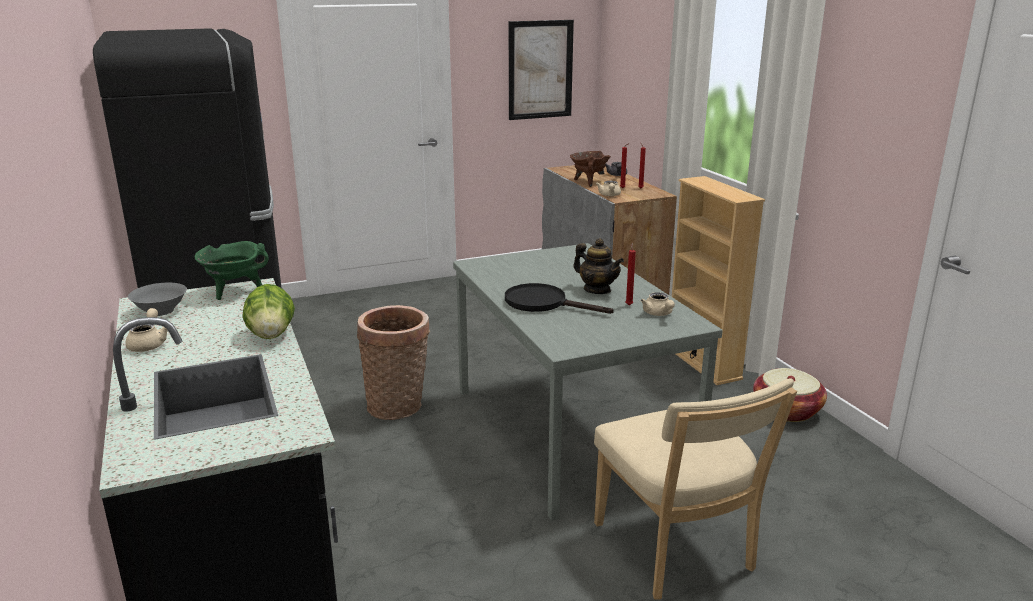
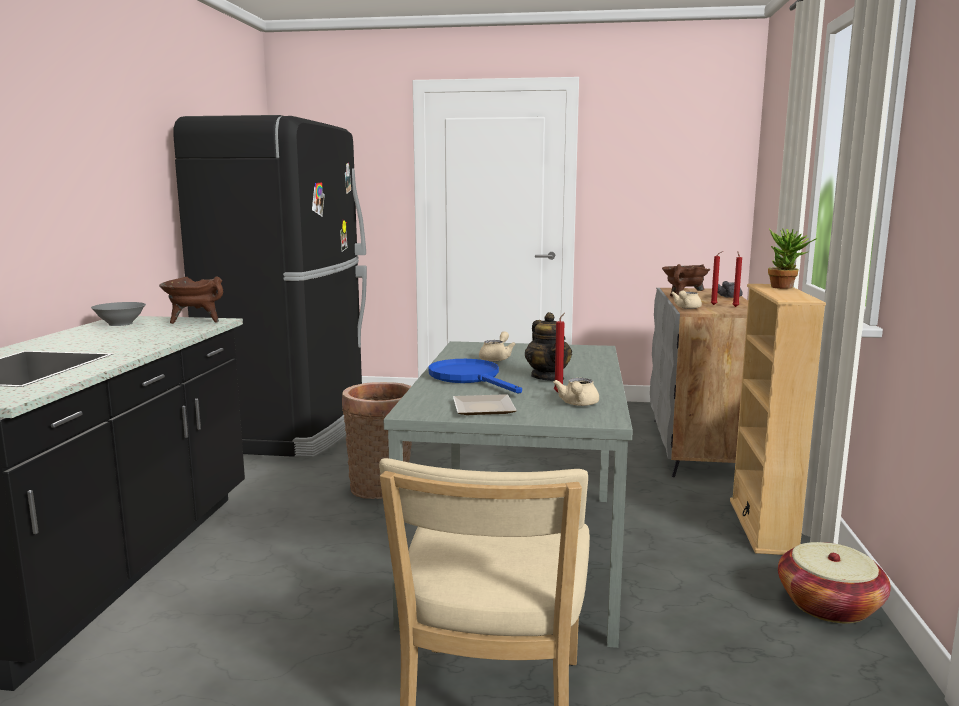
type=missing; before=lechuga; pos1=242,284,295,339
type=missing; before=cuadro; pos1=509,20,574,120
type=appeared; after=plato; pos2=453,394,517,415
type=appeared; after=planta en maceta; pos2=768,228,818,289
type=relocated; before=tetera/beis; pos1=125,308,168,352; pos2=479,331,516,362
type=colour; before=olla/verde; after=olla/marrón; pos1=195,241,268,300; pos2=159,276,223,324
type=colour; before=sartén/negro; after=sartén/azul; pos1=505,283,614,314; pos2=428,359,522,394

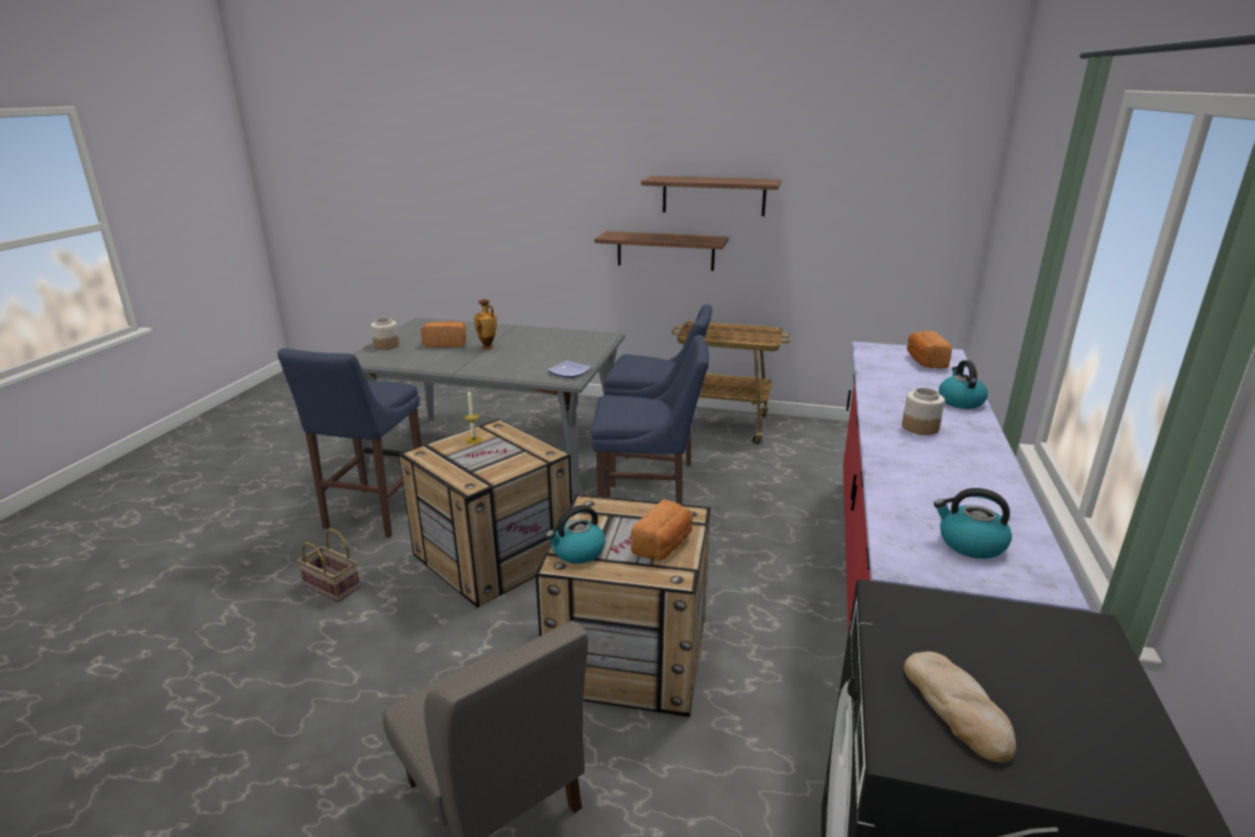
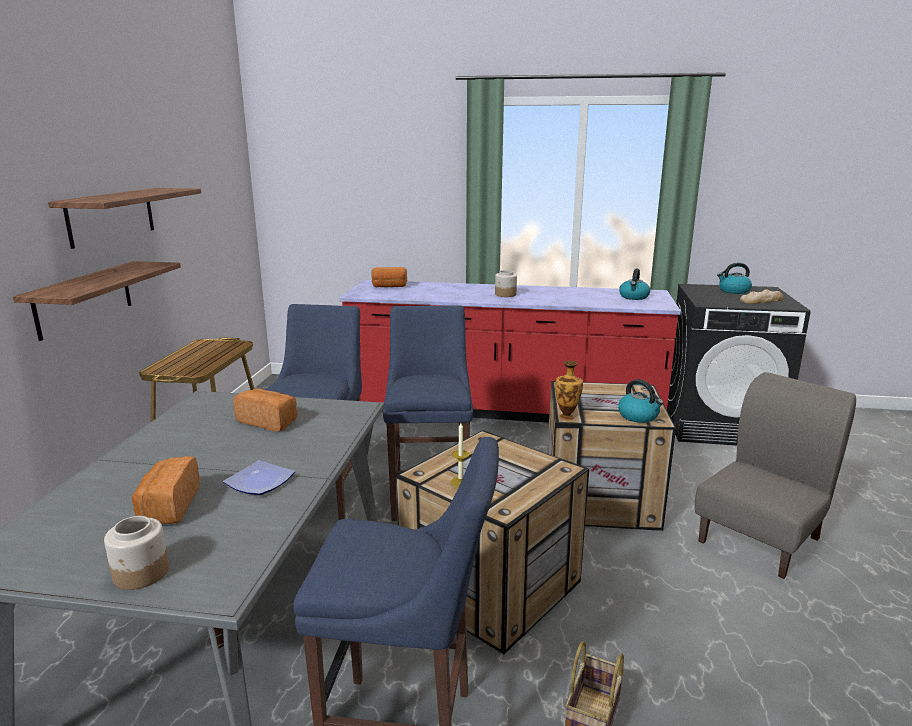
type=relocated; before=florero; pos1=474,299,497,349; pos2=555,361,583,420
type=relocated; before=plato; pos1=547,360,592,377; pos2=223,460,295,495
type=relocated; before=pan; pos1=631,499,693,560; pos2=233,388,298,431
type=relocated; before=hervidor; pos1=939,360,988,409; pos2=717,263,752,294

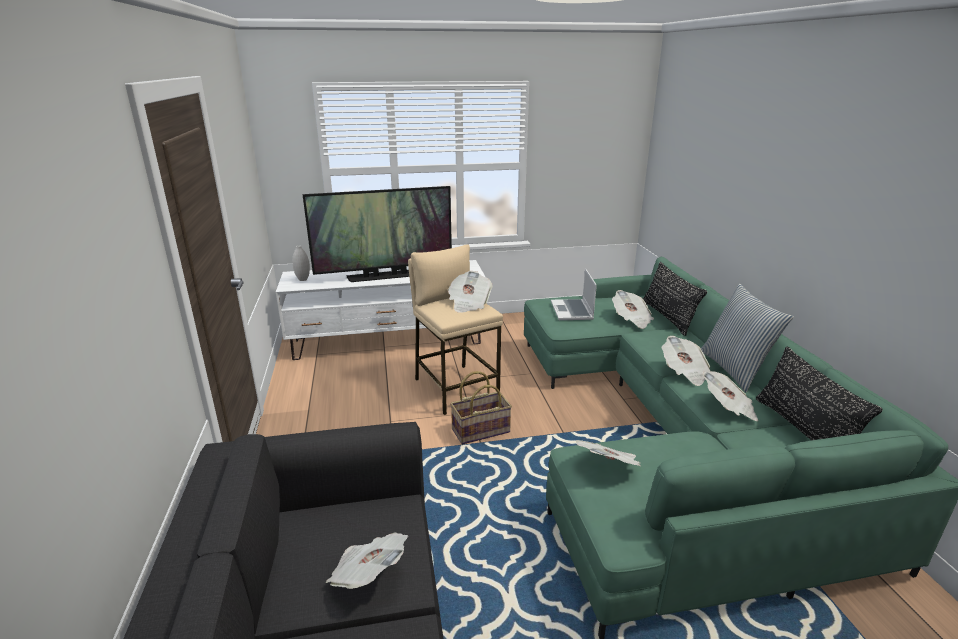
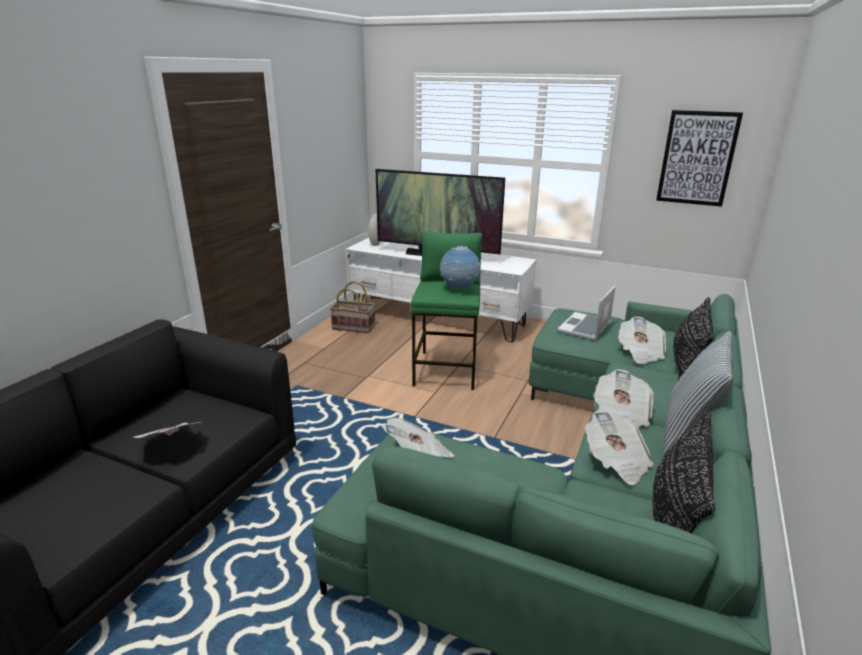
type=appeared; after=cuadro; pos2=656,110,743,207
type=relocated; before=cesta; pos1=450,371,512,445; pos2=330,281,375,333
type=exchanged; before=periódico; after=globo terráqueo; pos1=448,271,493,313; pos2=440,246,481,289
type=colour; before=taburete/beis; after=taburete/verde; pos1=408,244,503,415; pos2=411,230,482,390

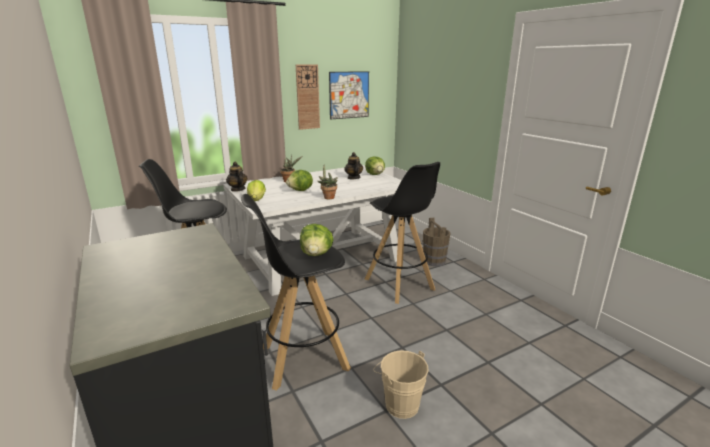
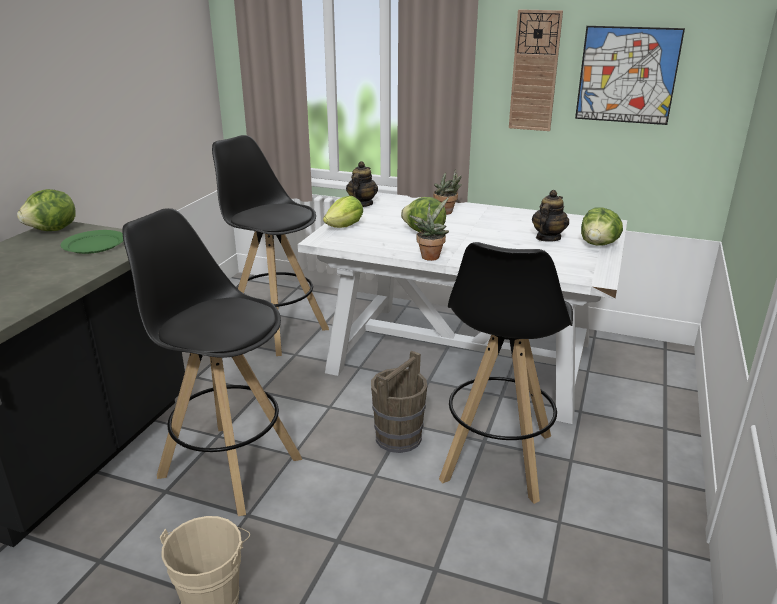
type=appeared; after=plato/verde; pos2=60,230,123,254
type=relocated; before=lechuga; pos1=300,224,334,256; pos2=17,189,76,231
type=relocated; before=cubo/marrón; pos1=423,218,451,266; pos2=371,351,427,453

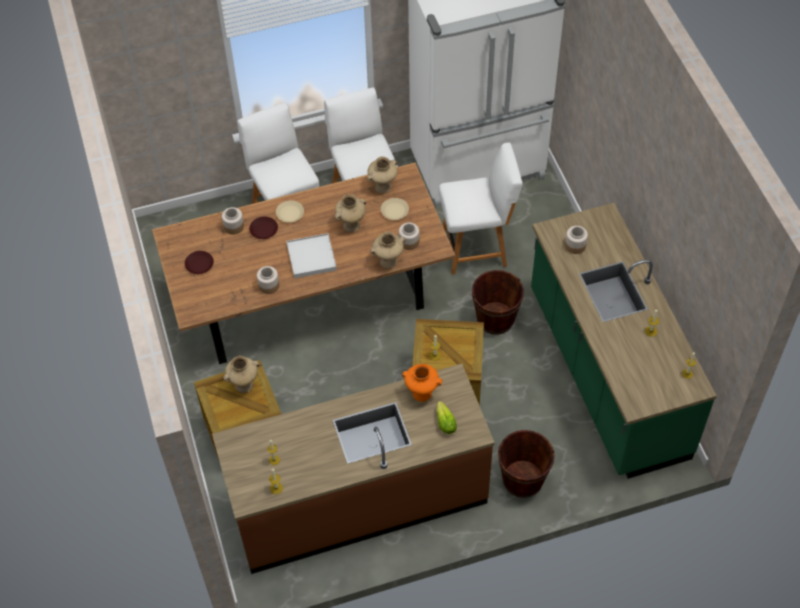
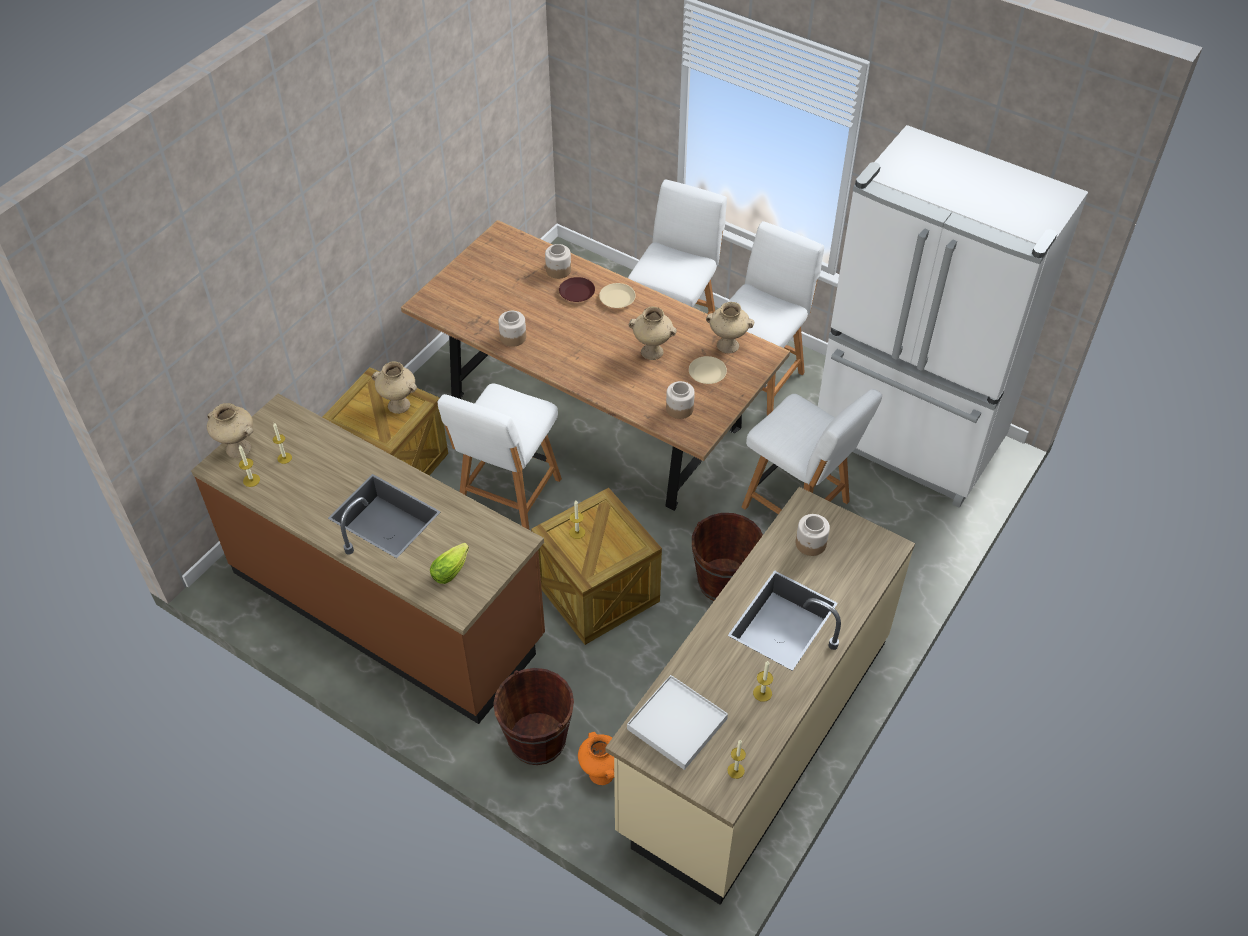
type=missing; before=plato/marrón; pos1=185,251,214,274
type=appeared; after=silla/blanco; pos2=438,384,562,530
type=relocated; before=bandeja/blanco; pos1=286,233,337,278; pos2=627,675,728,770
type=relocated; before=florero/beis; pos1=370,232,406,269; pos2=207,403,254,458
type=relocated; before=florero/naranja; pos1=402,364,443,402; pos2=578,732,614,785
type=colour; before=mueble bajo de cocina/verde; after=mueble bajo de cocina/beis; pos1=531,203,717,479; pos2=605,487,915,905

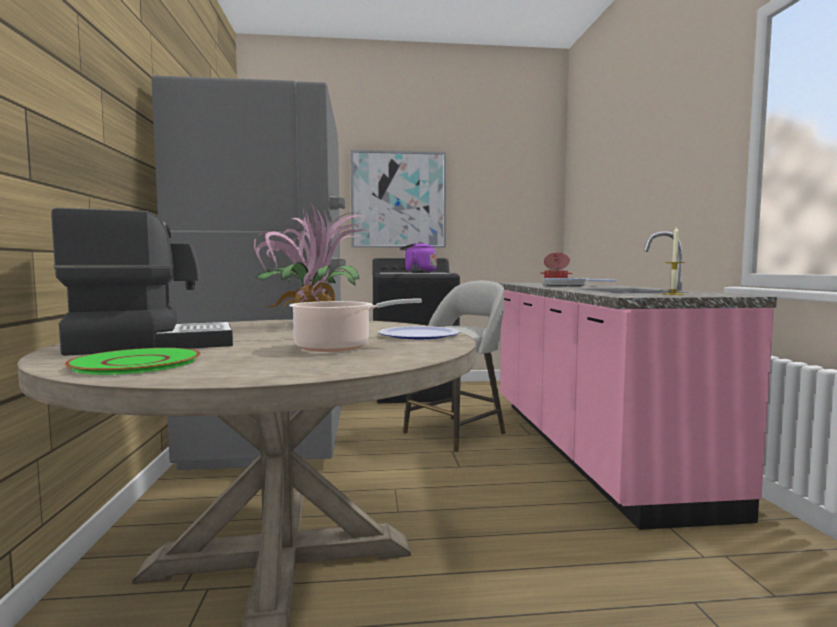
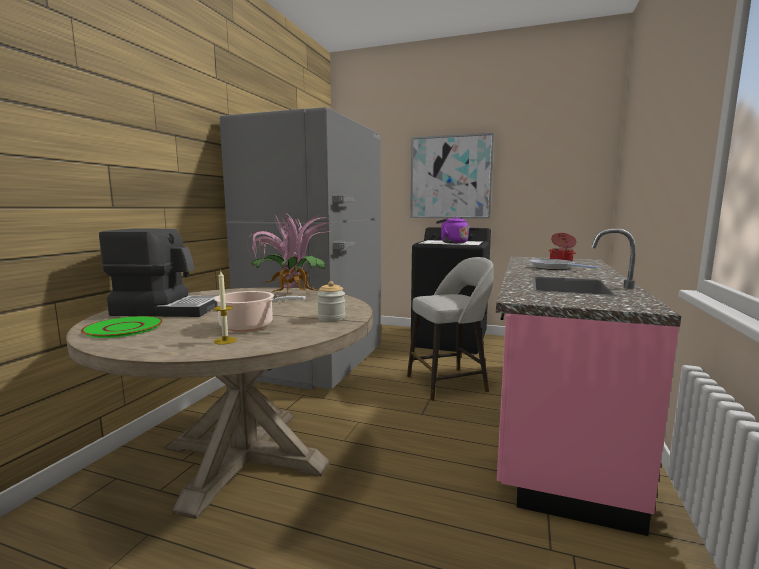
type=relocated; before=vela; pos1=662,226,685,295; pos2=213,271,237,345
type=exchanged; before=plato; after=tarro; pos1=378,326,460,339; pos2=317,281,345,321

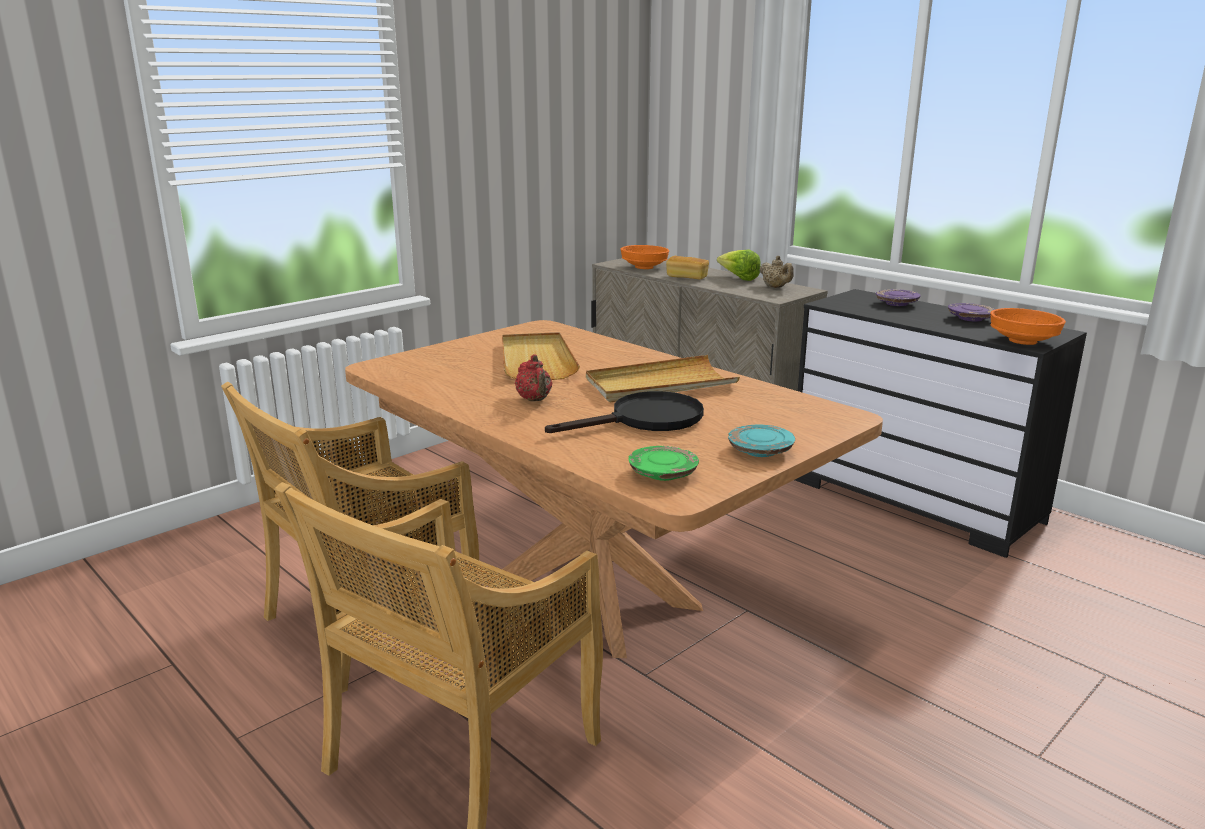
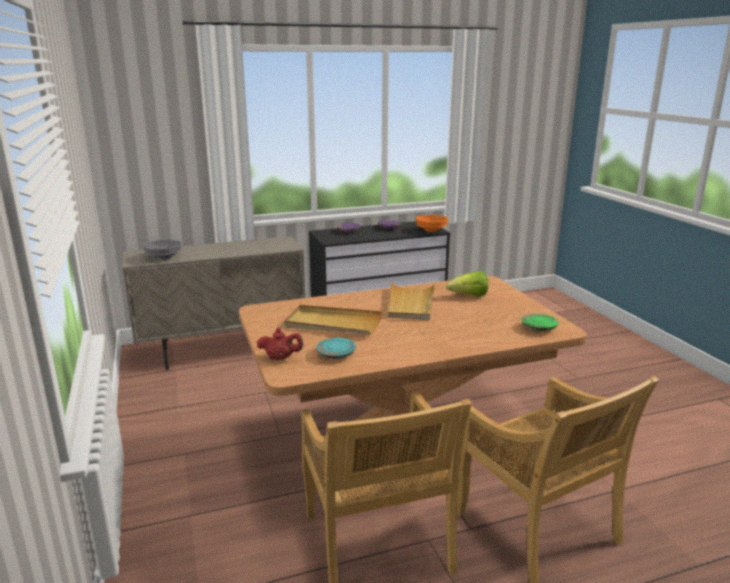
type=missing; before=sartén/negro; pos1=545,391,704,433
type=missing; before=pan; pos1=666,256,709,279
type=missing; before=tetera/beis; pos1=759,256,794,288
type=relocated; before=tetera/rojo; pos1=515,354,552,401; pos2=257,328,304,360
type=relocated; before=lechuga; pos1=717,250,761,281; pos2=446,271,489,296
type=relocated; before=plato/turquesa; pos1=728,424,795,457; pos2=316,338,356,359
type=colour; before=cuenco/naranja; after=cuenco/gris; pos1=621,245,669,269; pos2=143,239,182,260

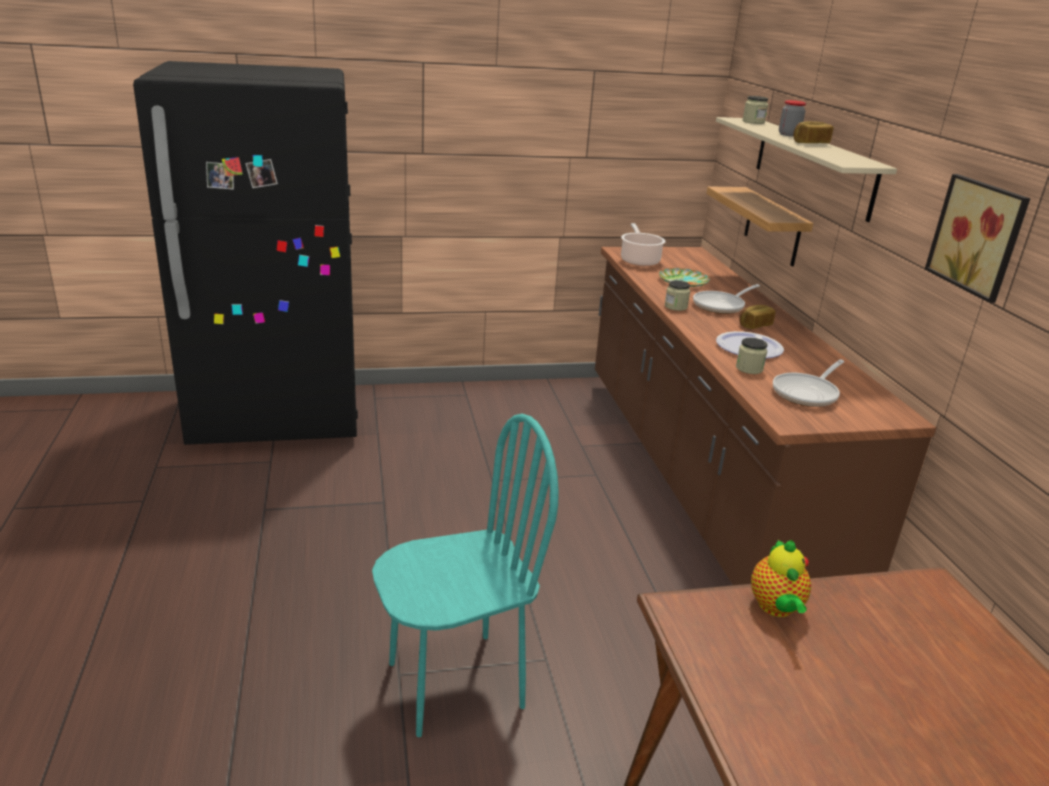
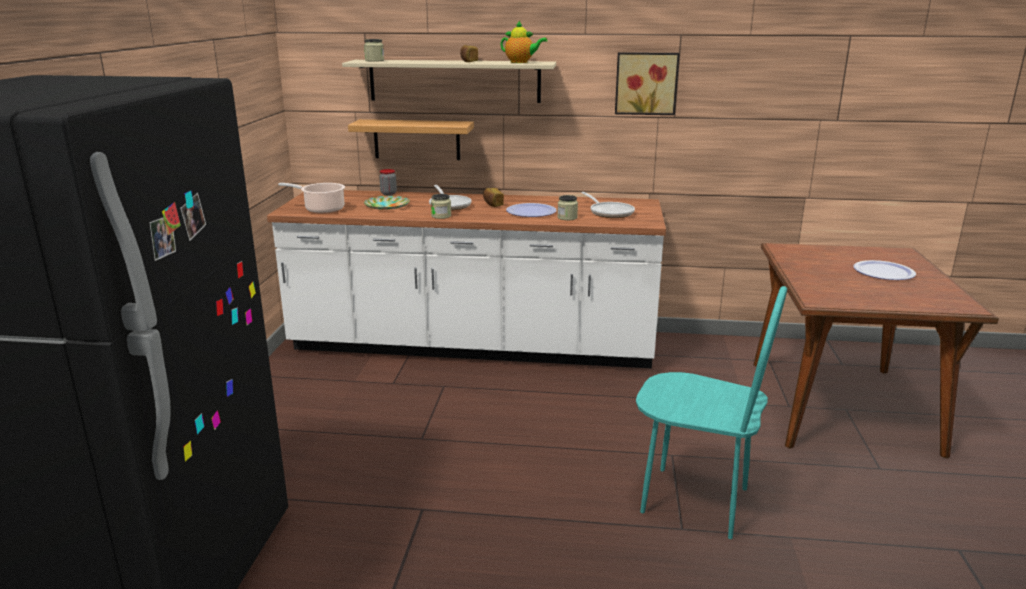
type=appeared; after=plato; pos2=853,260,916,280
type=relocated; before=tetera; pos1=751,540,811,617; pos2=500,21,548,63
type=relocated; before=tarro; pos1=779,100,806,137; pos2=379,169,397,195
type=colour; before=mueble bajo de cocina/marrón; after=mueble bajo de cocina/blanco; pos1=595,247,936,585; pos2=267,190,666,369
type=spun; before=silla/turquesa; pos1=372,414,559,737; pos2=636,286,787,539; turn=120

